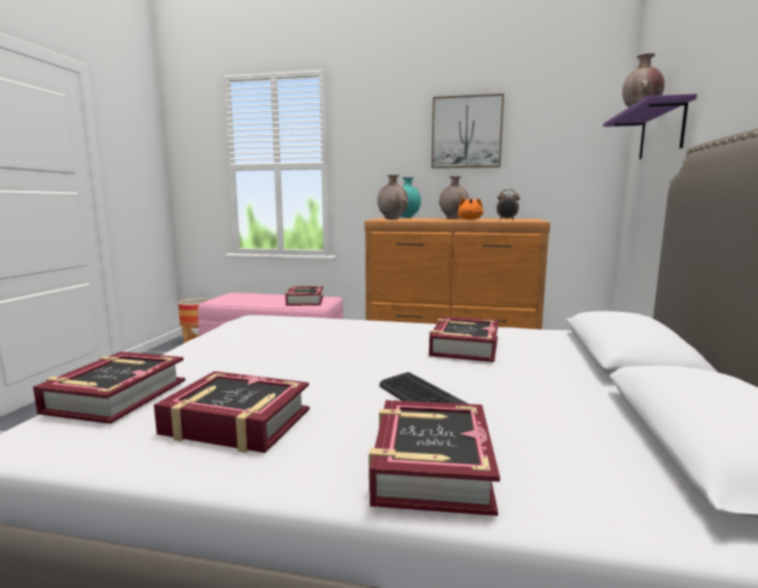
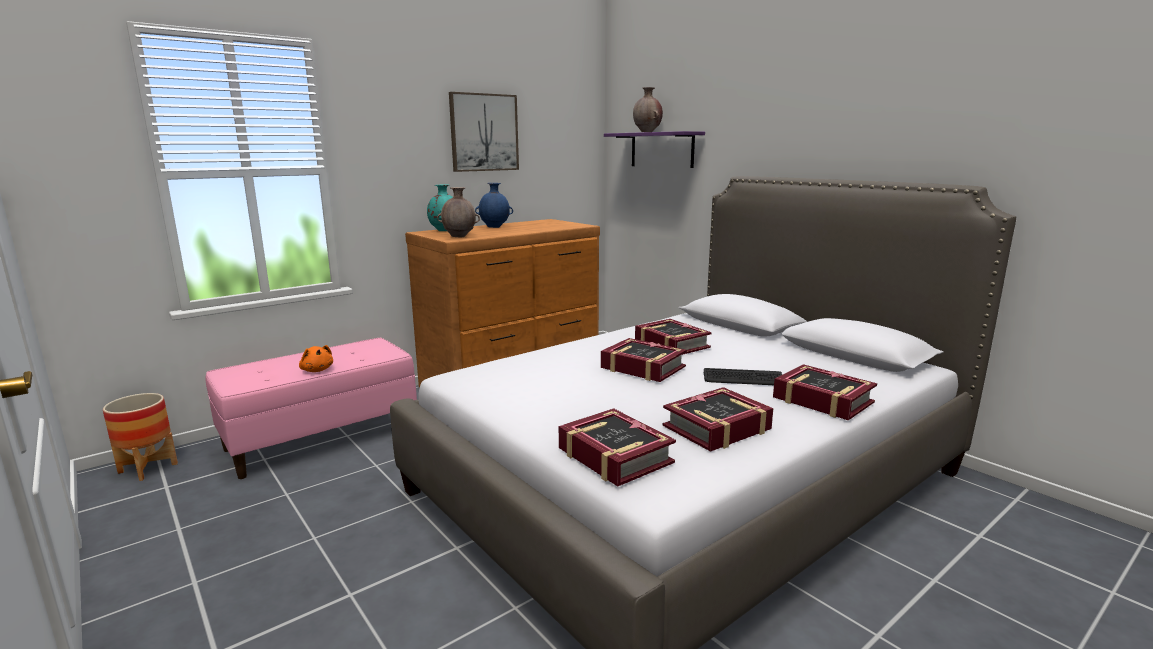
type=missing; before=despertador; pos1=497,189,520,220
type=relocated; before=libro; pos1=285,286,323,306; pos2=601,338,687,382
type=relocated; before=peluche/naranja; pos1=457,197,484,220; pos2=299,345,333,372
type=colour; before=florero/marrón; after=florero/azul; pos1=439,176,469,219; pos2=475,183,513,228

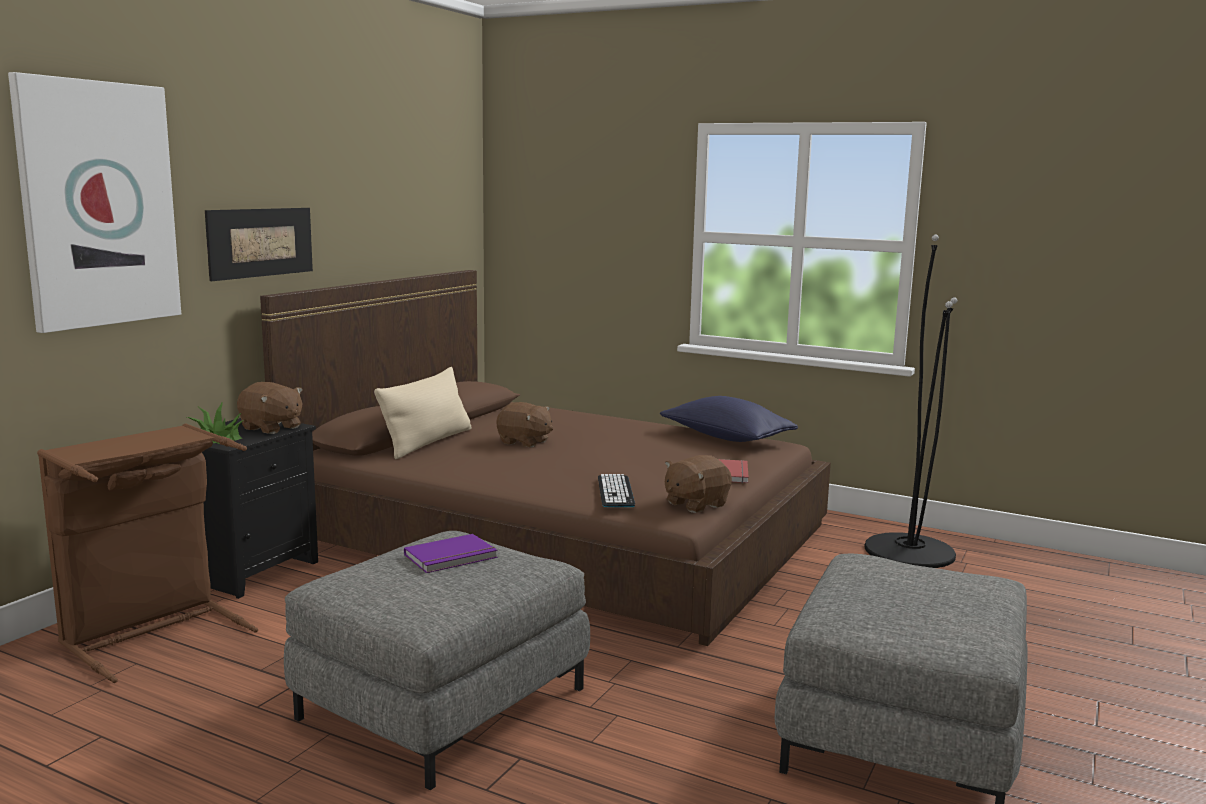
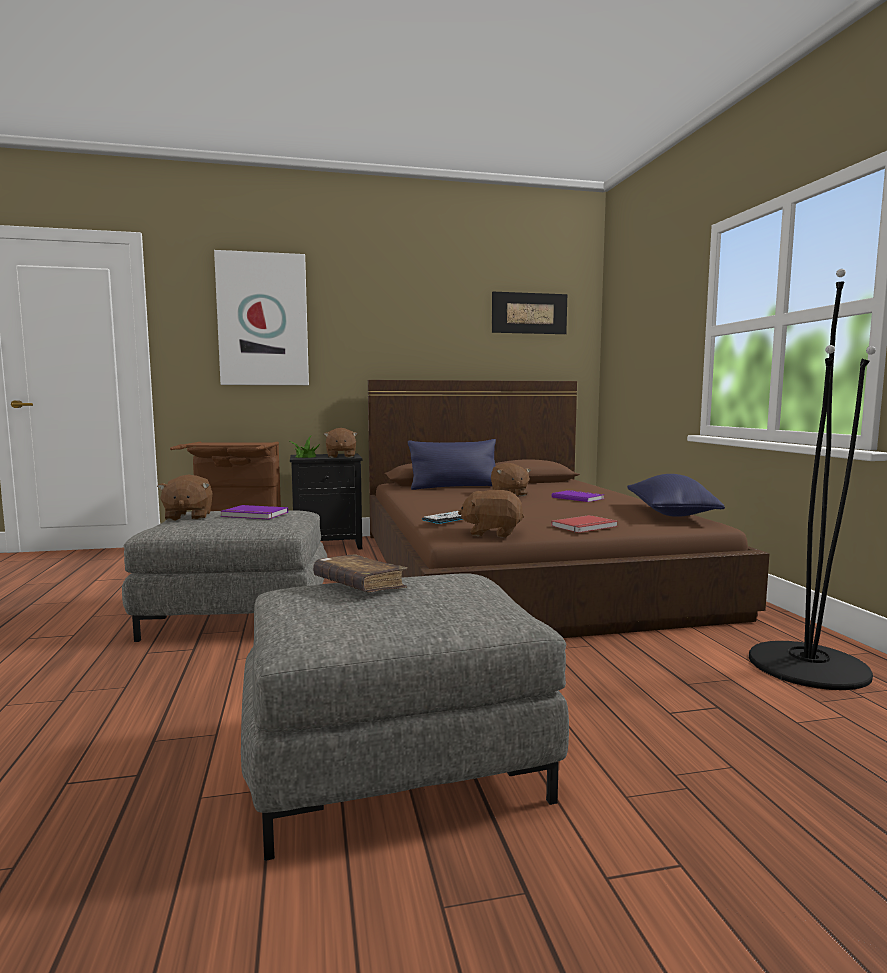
type=appeared; after=peluche/marrón; pos2=157,474,212,521
type=appeared; after=libro/marrón; pos2=313,554,407,592
type=appeared; after=libro/morado; pos2=552,490,604,502
type=relocated; before=cuadro; pos1=205,208,313,281; pos2=492,292,567,334
type=colour; before=cojín/beis; after=cojín/azul; pos1=374,367,471,459; pos2=408,439,496,490

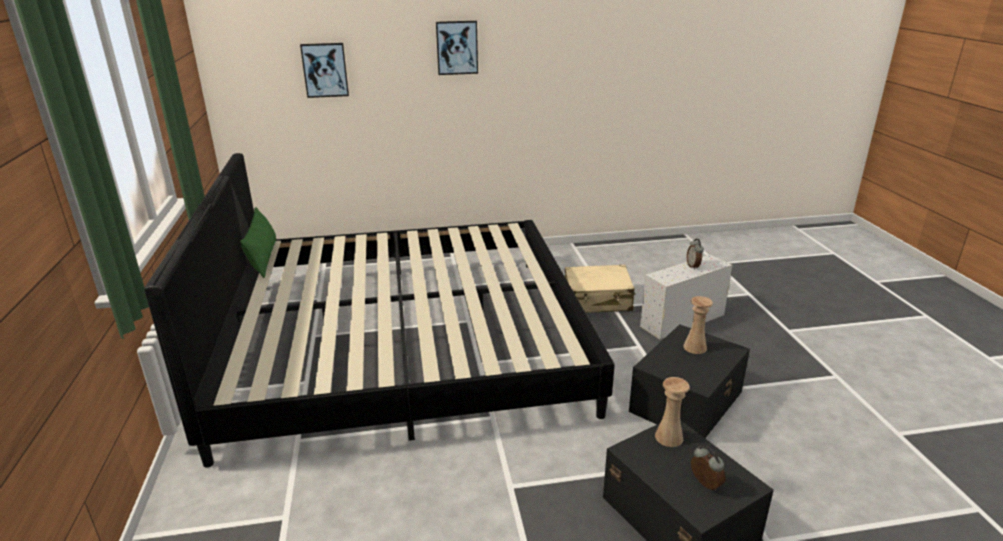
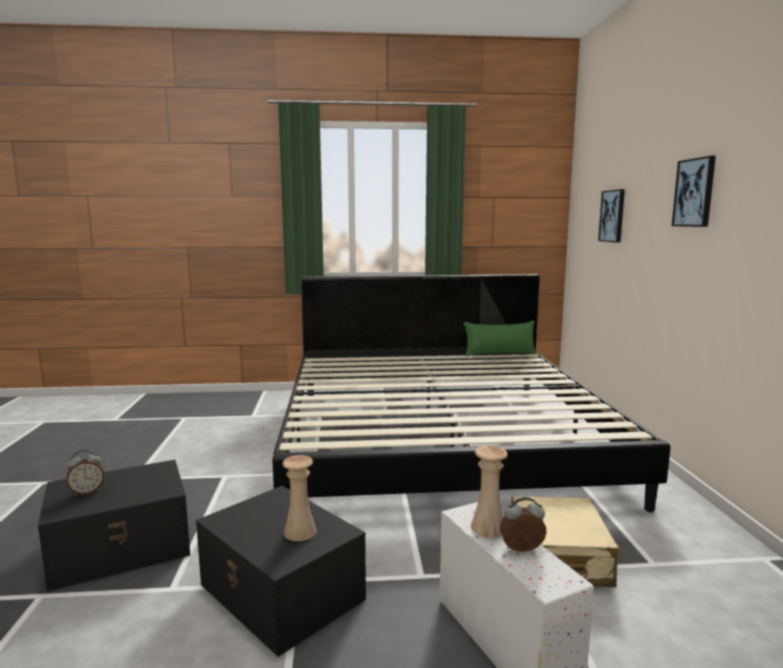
type=relocated; before=florero/beis; pos1=655,377,690,447; pos2=471,445,508,537

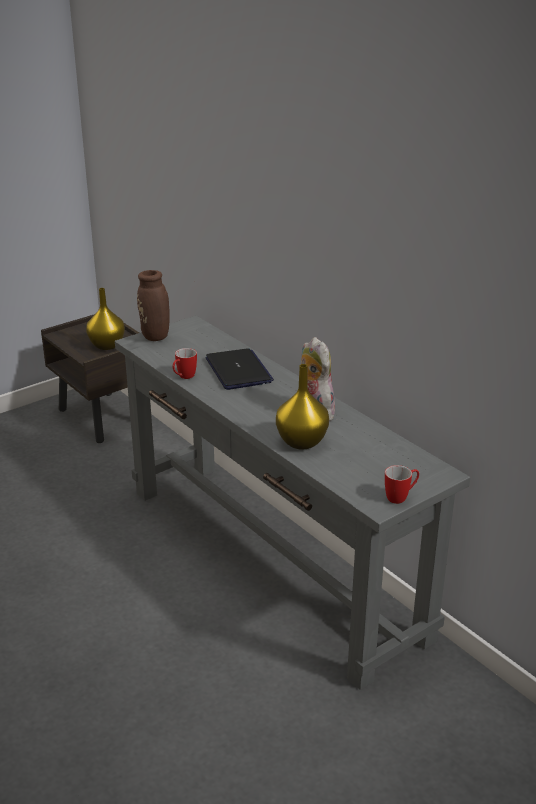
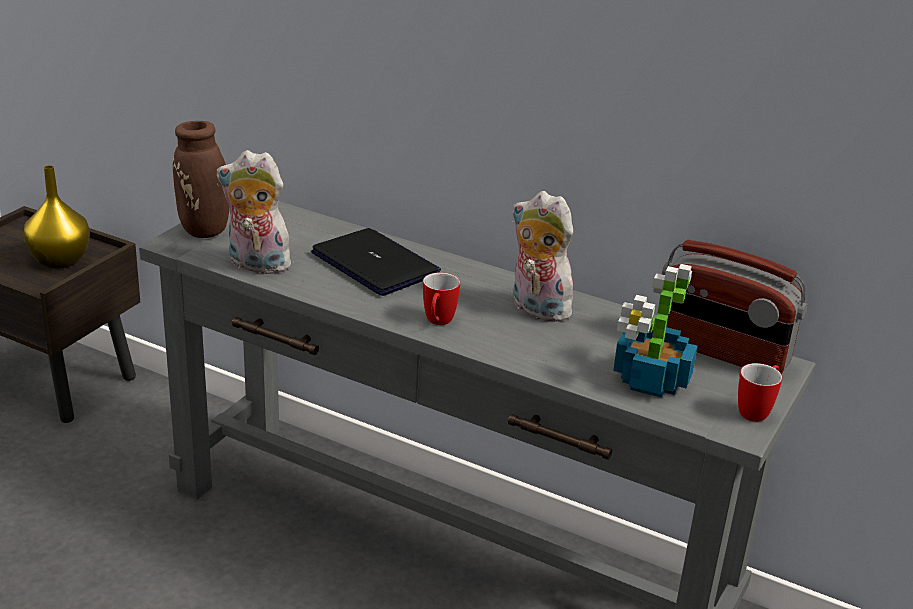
type=missing; before=florero/amarillo; pos1=276,364,329,449
type=appeared; after=peluche; pos2=217,150,297,274
type=appeared; after=planta en maceta; pos2=613,264,697,398
type=appeared; after=radio; pos2=662,240,807,374
type=relocated; before=taza grande; pos1=172,348,197,379; pos2=423,272,460,325

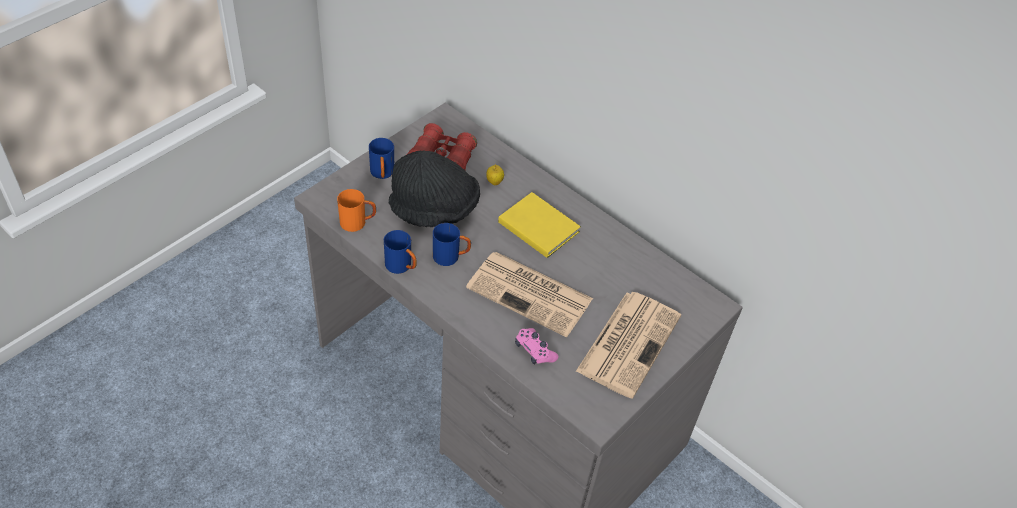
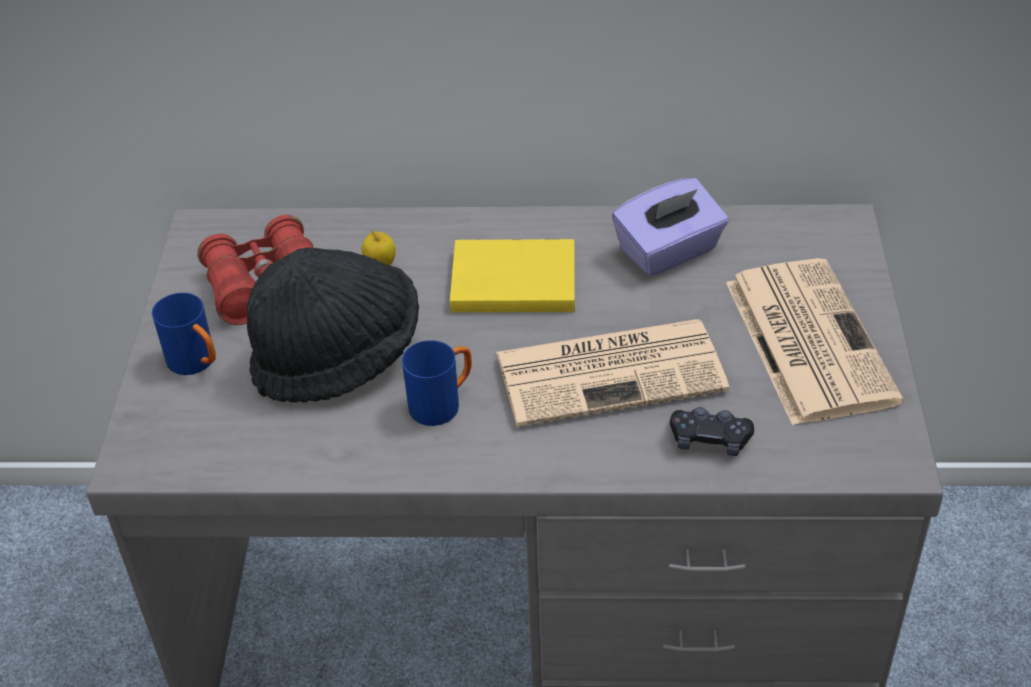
type=missing; before=taza grande/naranja; pos1=337,189,376,232
type=missing; before=taza grande/azul; pos1=384,230,417,274
type=appeared; after=caja de pañuelos/morado; pos2=612,178,728,276
type=colour; before=mando de consola/rosa; after=mando de consola/negro; pos1=515,328,559,365; pos2=670,407,754,456

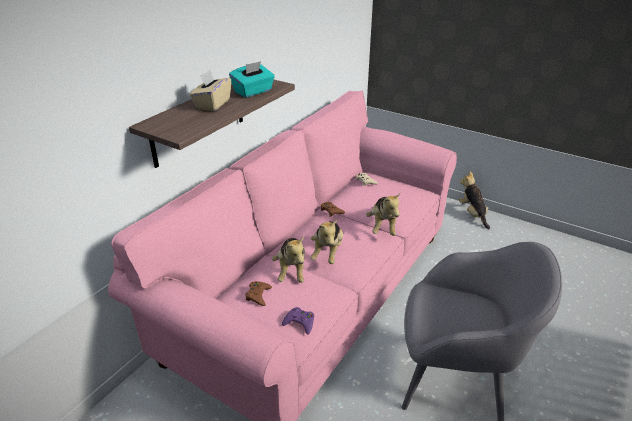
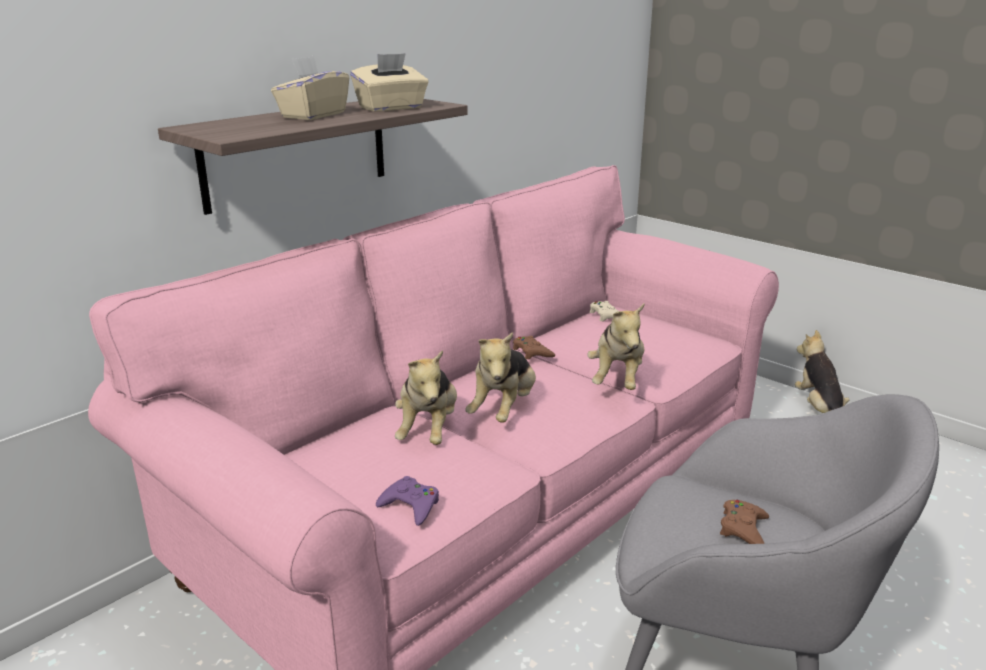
type=relocated; before=mando de consola/marrón; pos1=245,282,272,306; pos2=720,500,769,544
type=colour; before=caja de pañuelos/turquesa; after=caja de pañuelos/beis; pos1=229,61,275,97; pos2=351,53,429,112

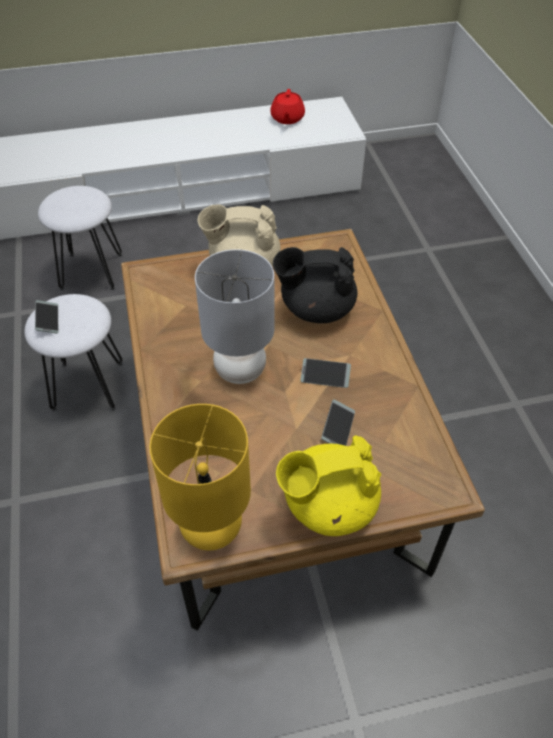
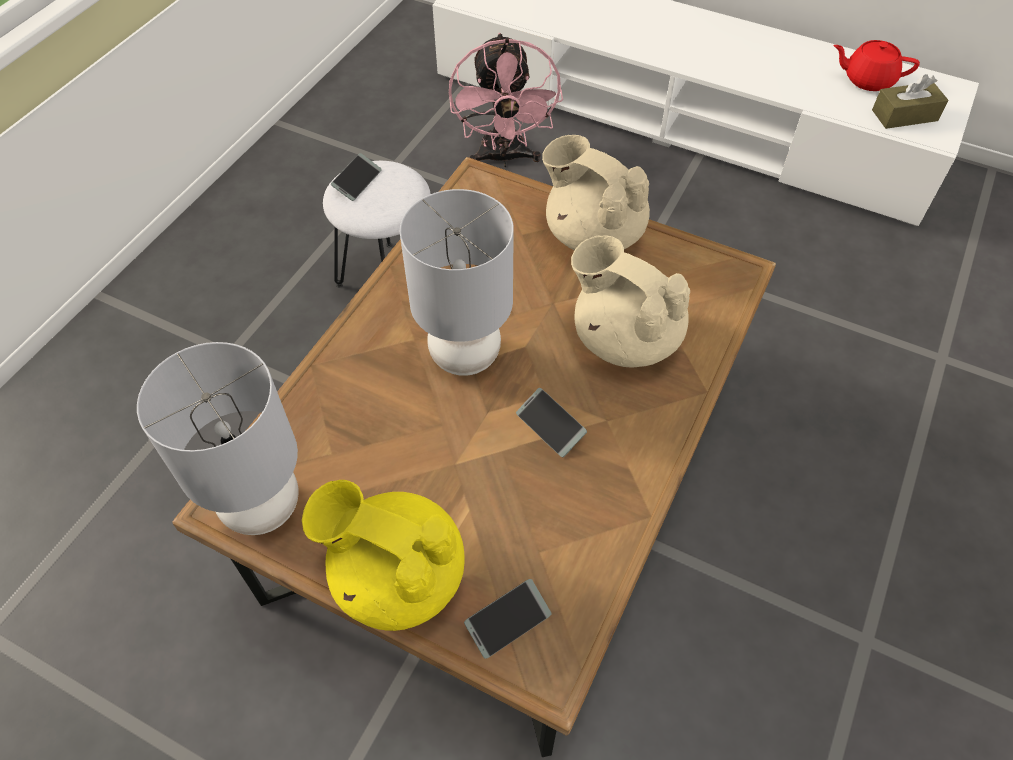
type=appeared; after=caja de pañuelos/marrón; pos2=872,74,948,129
type=relocated; before=móvil; pos1=321,399,355,446; pos2=464,579,551,659
type=exchanged; before=taburete/blanco; after=ventilador/rosa; pos1=38,186,122,290; pos2=449,33,563,167
type=colour; before=lámpara de mesa/amarillo; after=lámpara de mesa/gris; pos1=149,404,251,550; pos2=137,342,299,535
type=colour; before=tetera/negro; after=tetera/beis; pos1=273,247,358,323; pos2=571,235,690,367
type=spun; before=tetera/rojo; pos1=270,89,305,124; pos2=833,40,920,91; turn=60

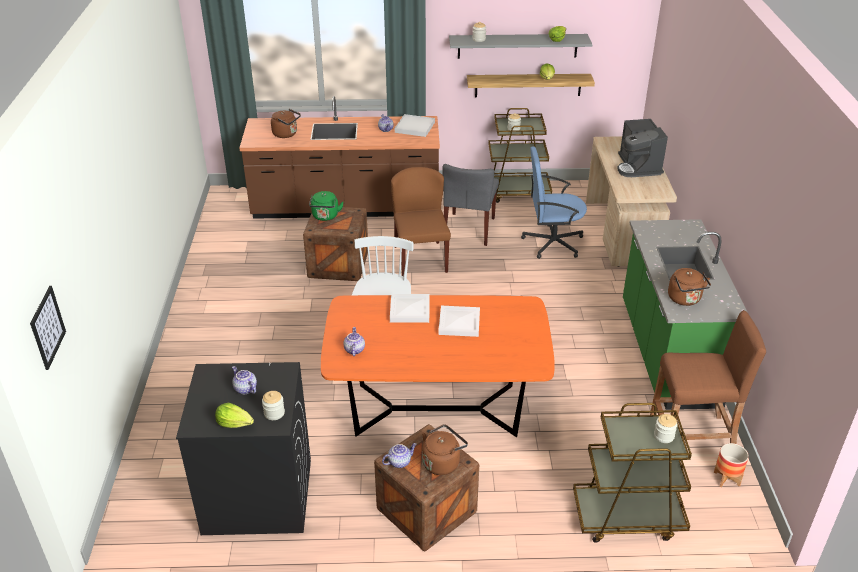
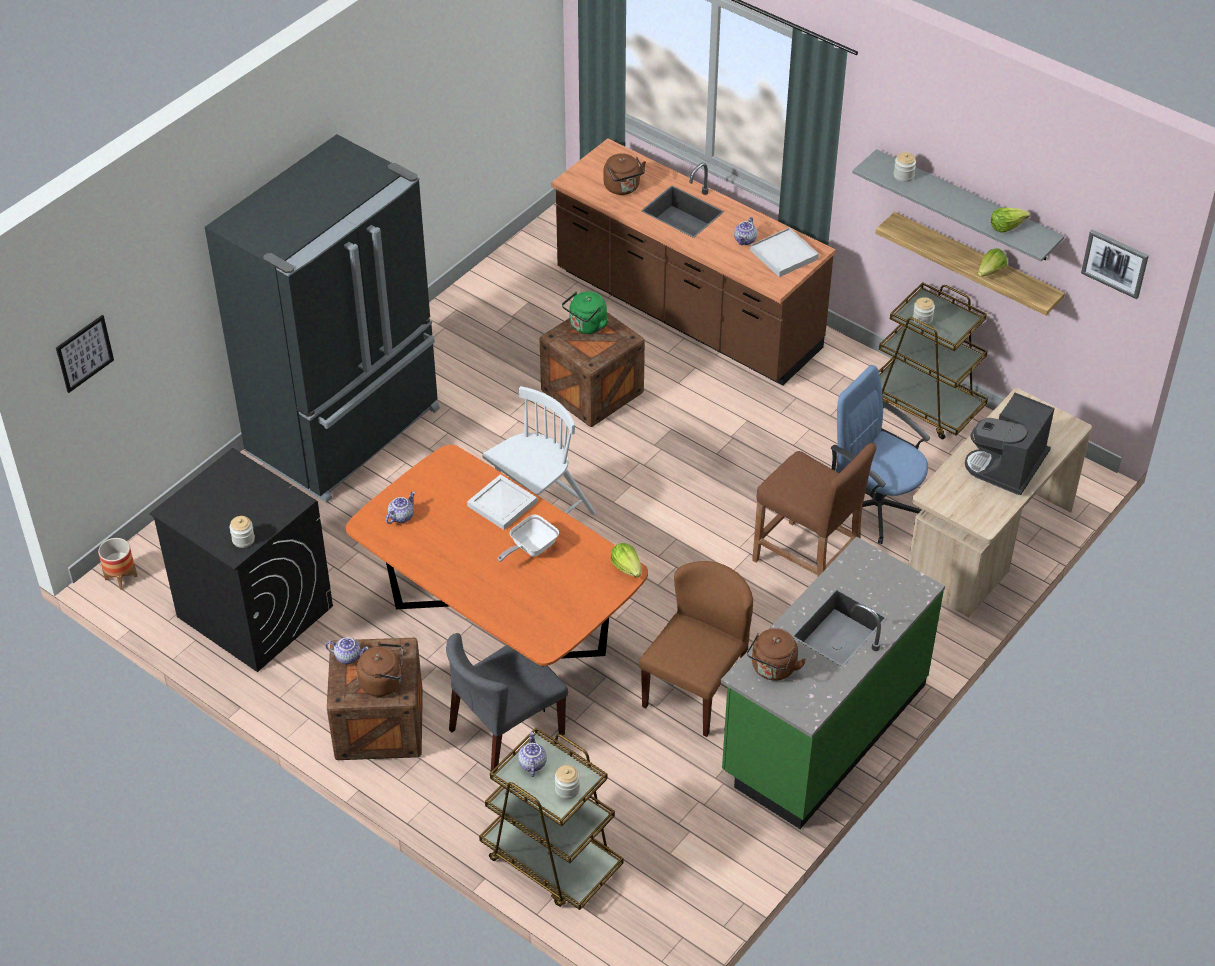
type=appeared; after=nevera/negro; pos2=205,134,440,503
type=appeared; after=cuadro; pos2=1081,230,1149,299
type=relocated; before=lechuga; pos1=215,403,254,428; pos2=611,543,641,578
type=relocated; before=tetera; pos1=232,366,257,394; pos2=518,732,547,777
type=relocated; before=silla/marrón; pos1=391,167,451,276; pos2=639,561,753,737
type=relocated; before=silla/gris; pos1=442,164,499,246; pos2=446,633,568,773
type=relocated; before=taburete/marrón; pos1=650,310,766,444; pos2=752,443,877,577
type=relocated; before=maceta; pos1=714,443,749,487; pos2=98,538,138,590
type=exchanged; before=bandeja/blanco; after=sartén; pos1=438,306,480,337; pos2=497,514,559,562

